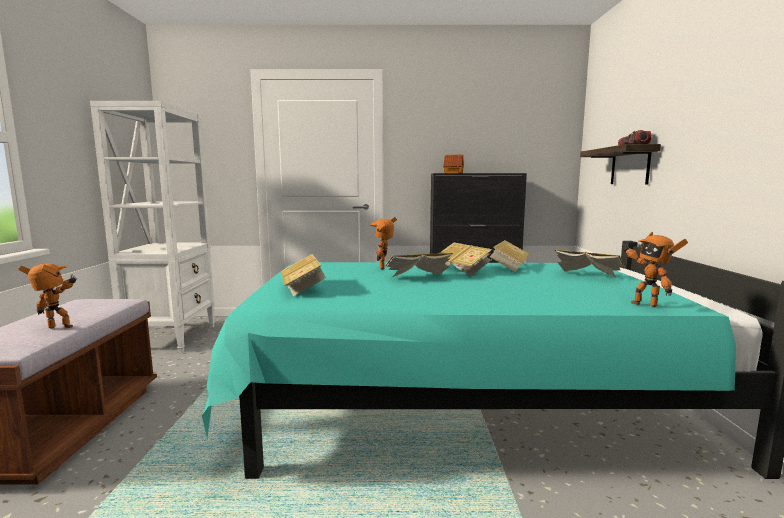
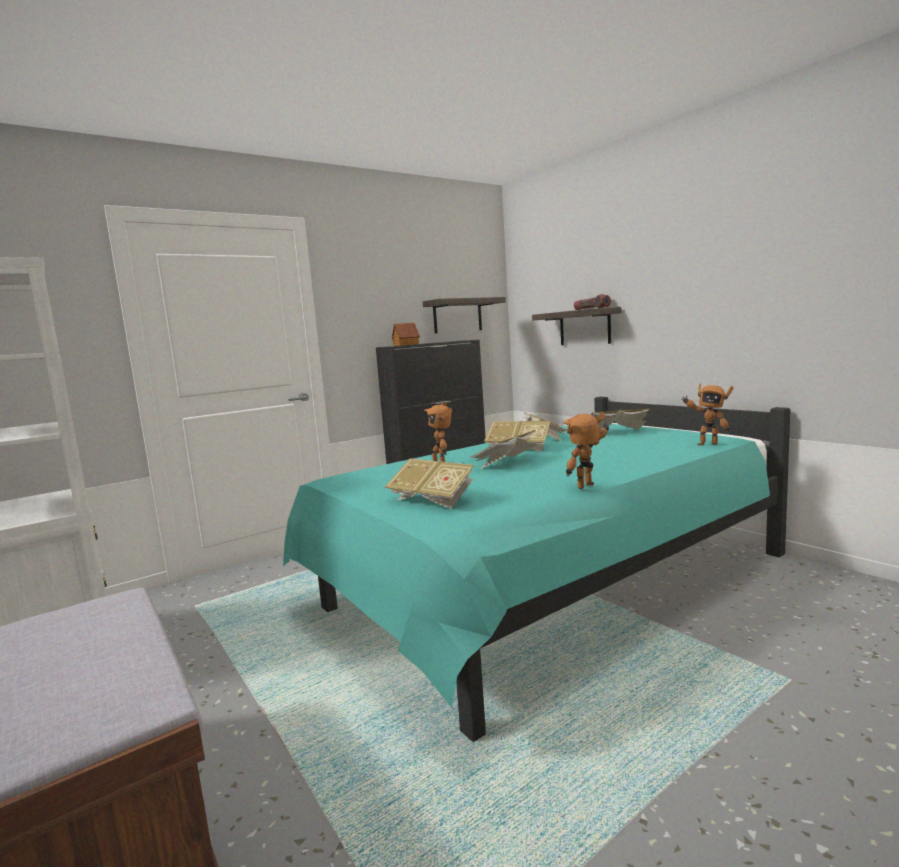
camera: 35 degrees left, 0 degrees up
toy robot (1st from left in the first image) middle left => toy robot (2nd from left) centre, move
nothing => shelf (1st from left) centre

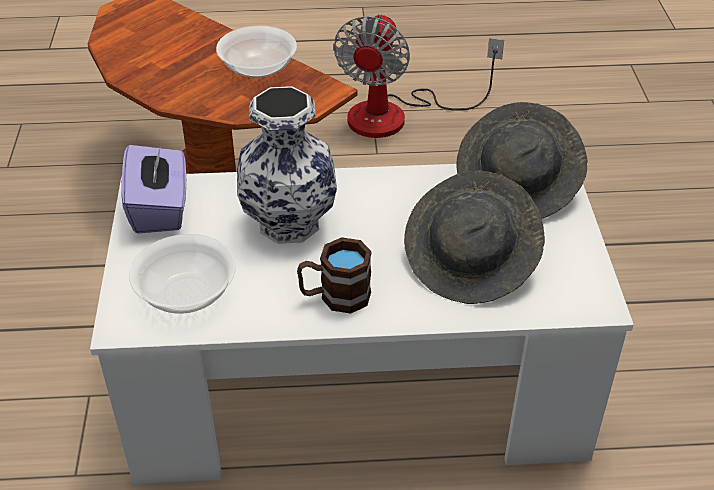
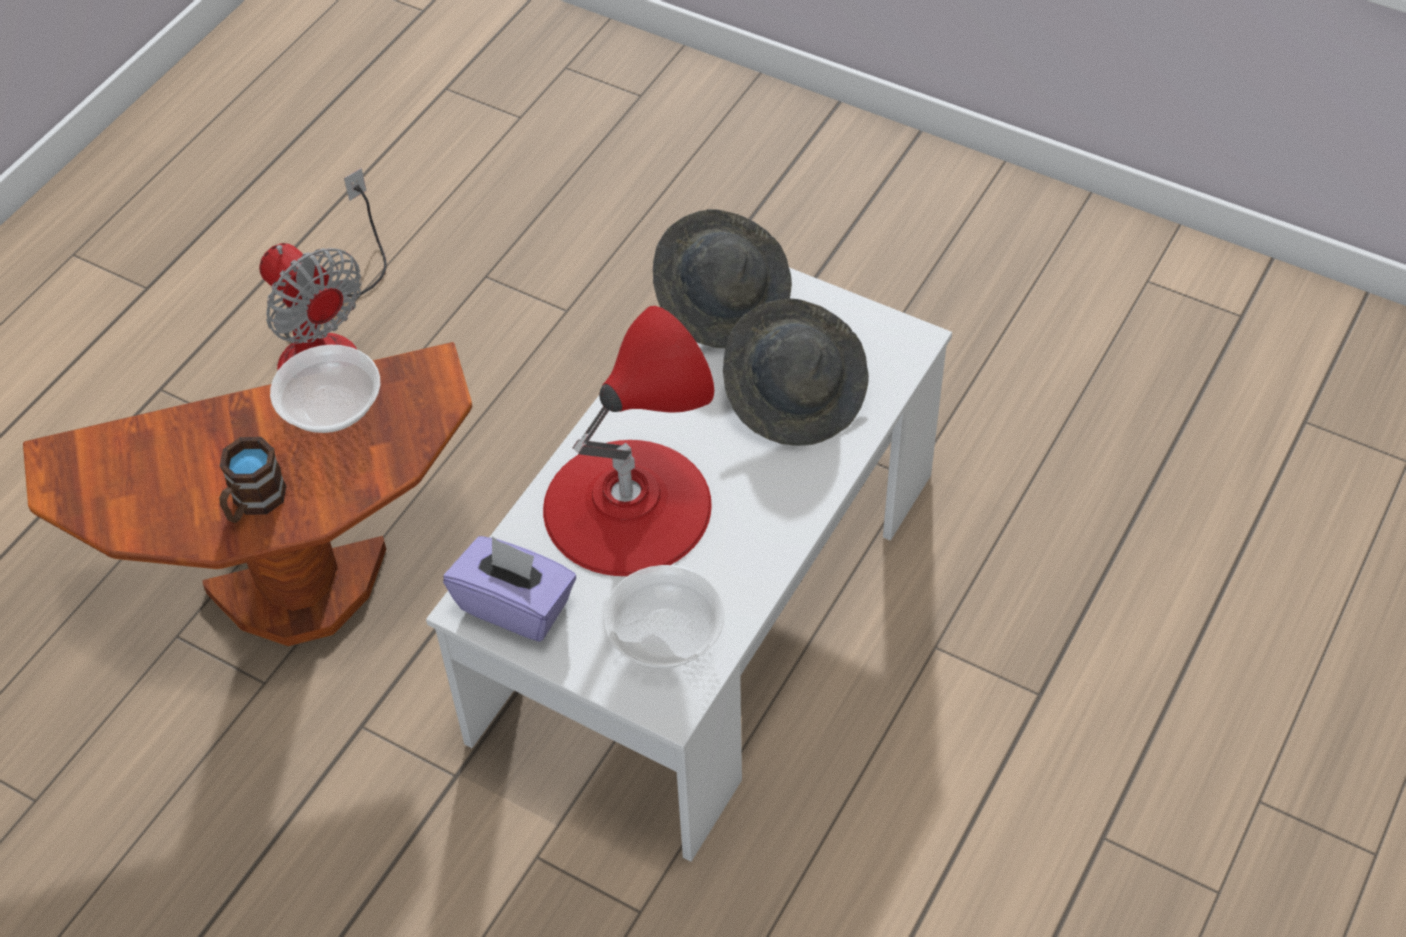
camera: 55 degrees left, 10 degrees up
vase centre => red table lamp centre
brown mug centre => brown mug middle left, move

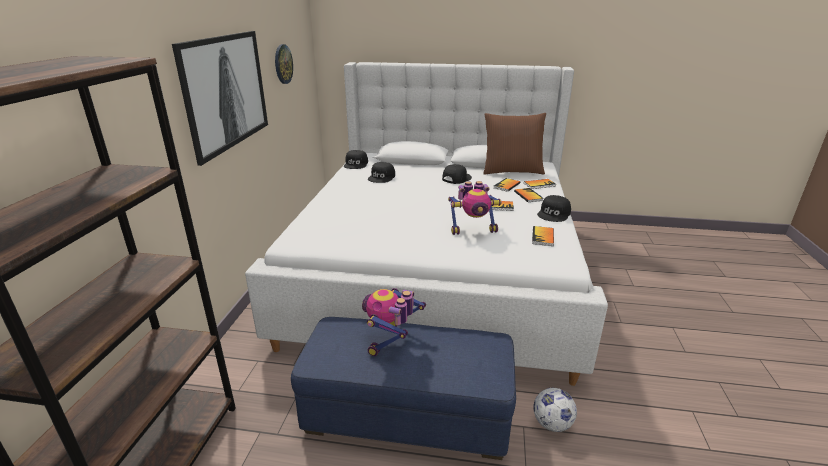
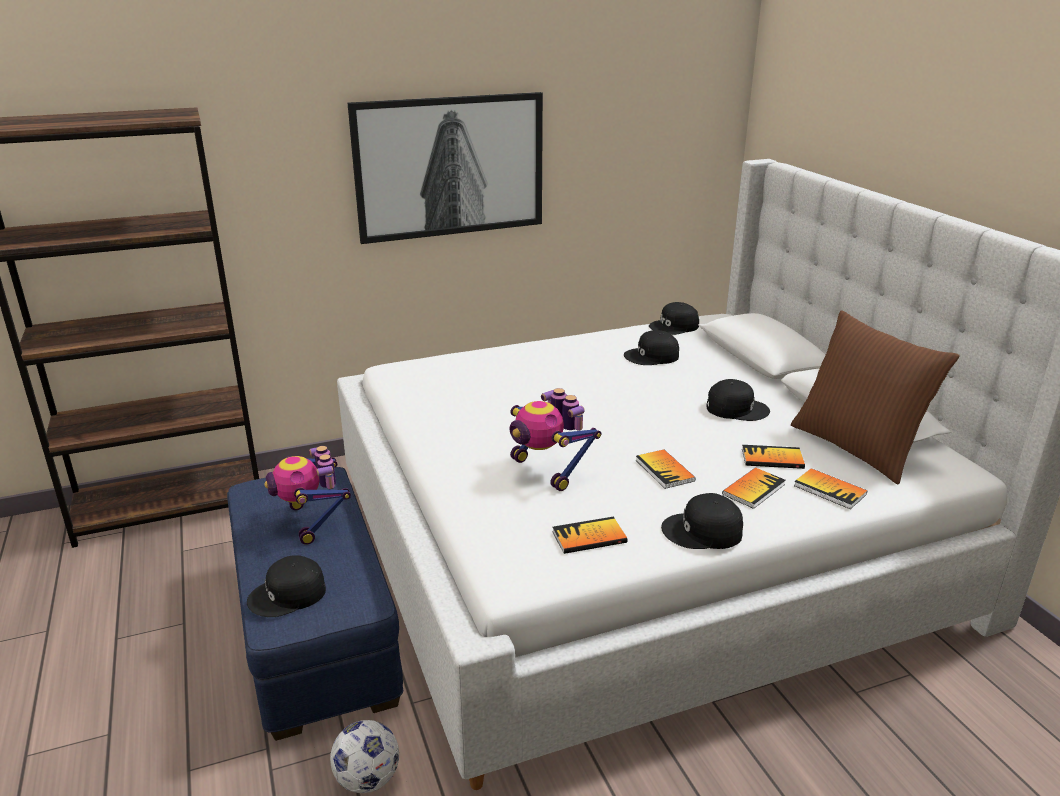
camera: 60 degrees right, 0 degrees up
wall clock top centre => nothing
toy robot (1st from left) bottom centre => toy robot (1st from left) middle left, 105 degrees counterclockwise
nothing => black cap (1st from left) bottom left

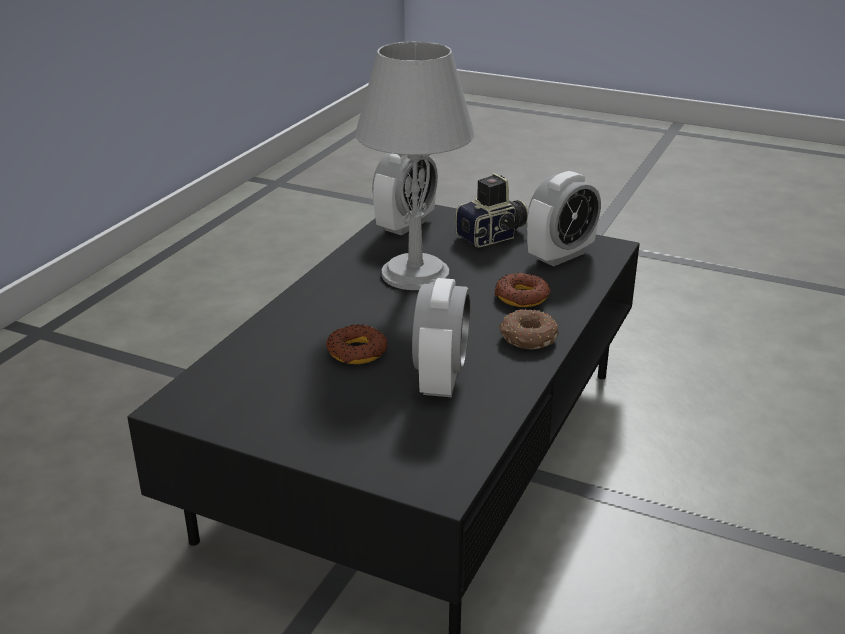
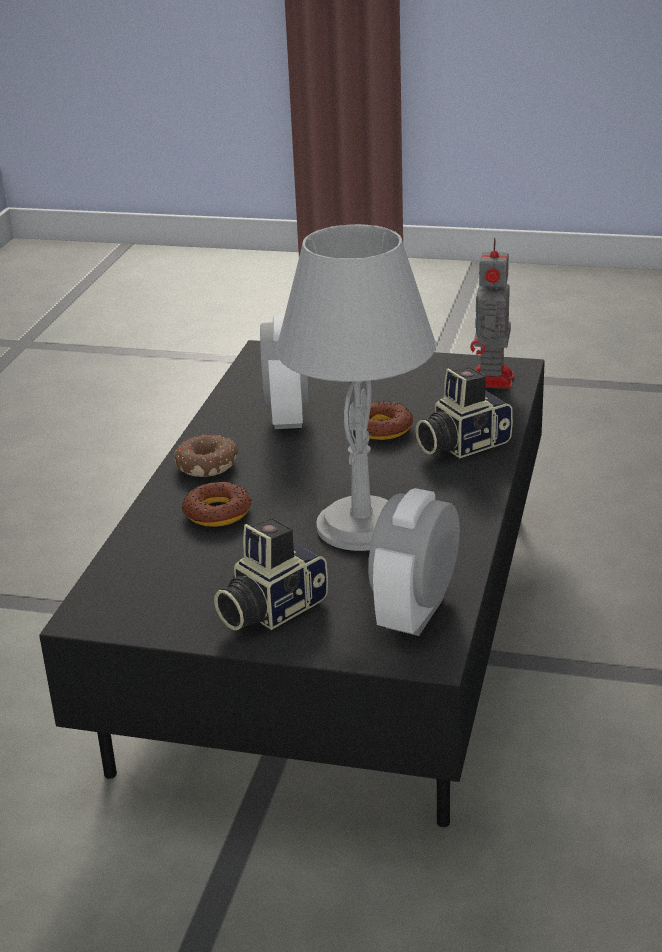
camera: 170 degrees right, 0 degrees up
alarm clock (3rd from left) middle right => nothing
nothing => toy robot top right
nothing => photo camera (2nd from left) middle right

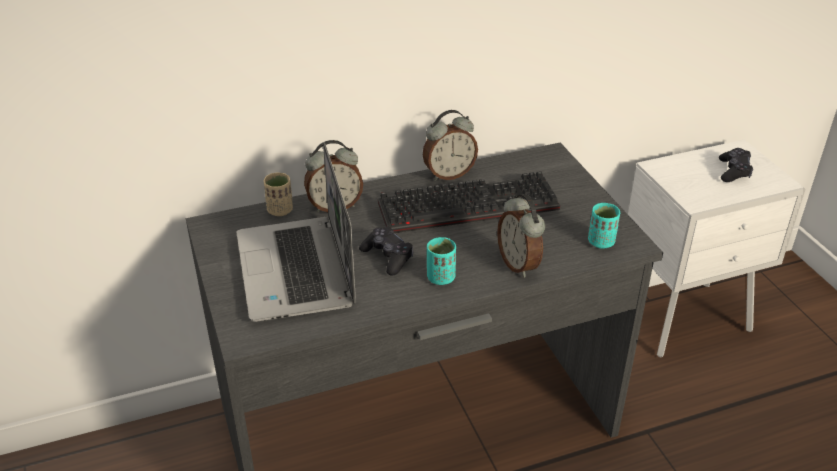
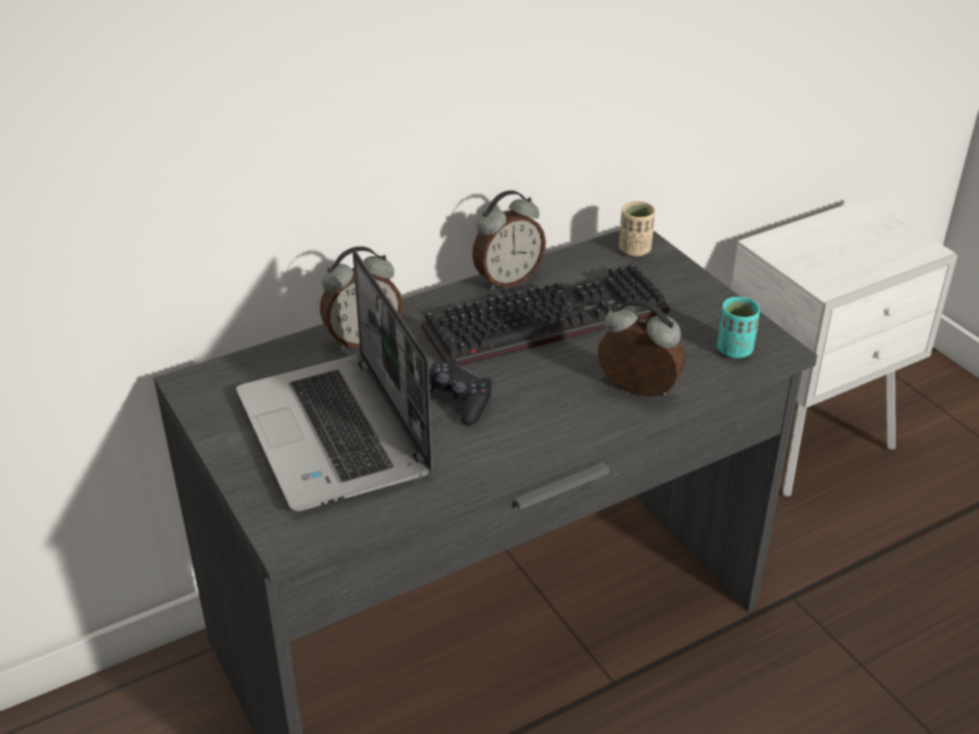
camera: 10 degrees left, 0 degrees up
black game controller (2nd from left) middle right => nothing
beige cup middle left => beige cup top centre, move
alarm clock (3rd from left) centre, 150 degrees clockwise
turquoise cup (1st from left) centre => nothing

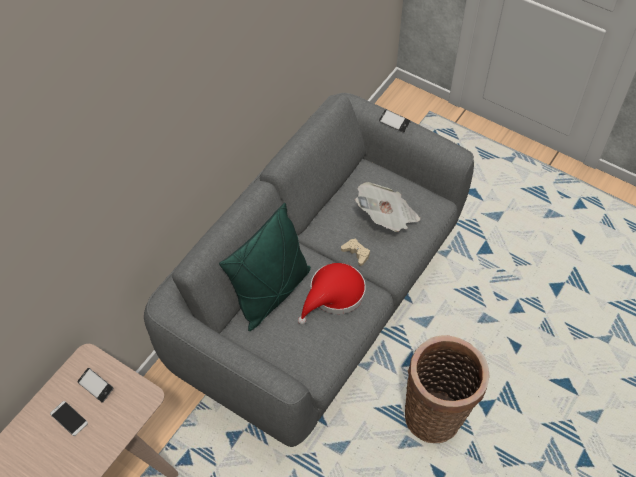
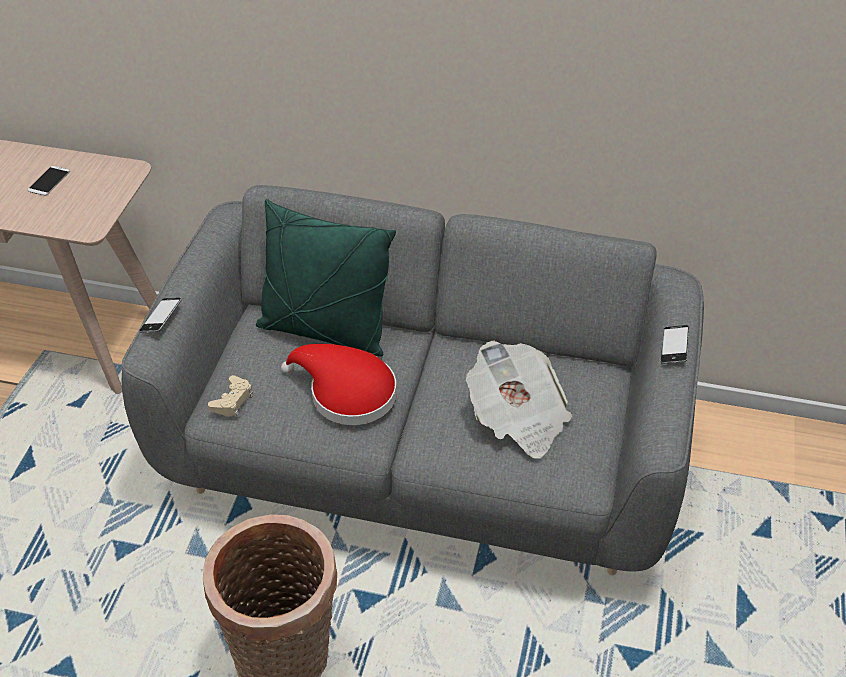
camera: 70 degrees right, 10 degrees down
beige game controller centre => beige game controller middle left, move
phone (2nd from left) bottom left => phone (2nd from left) middle left, move

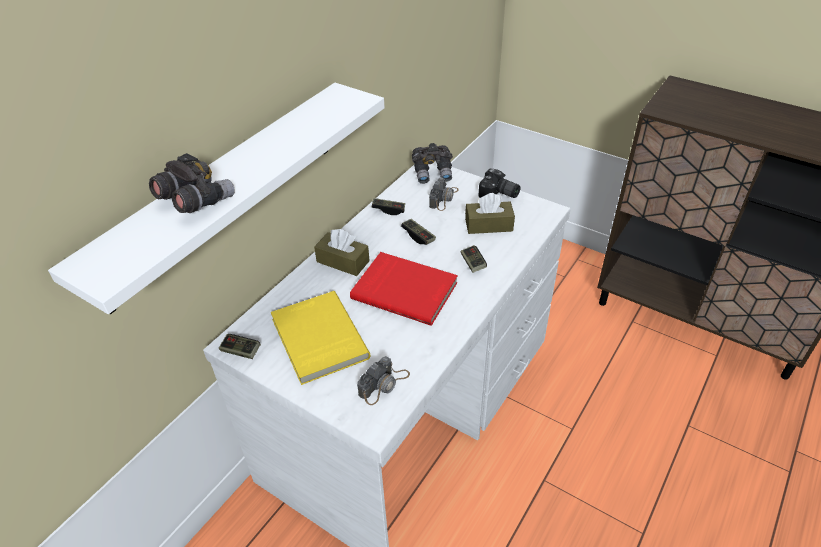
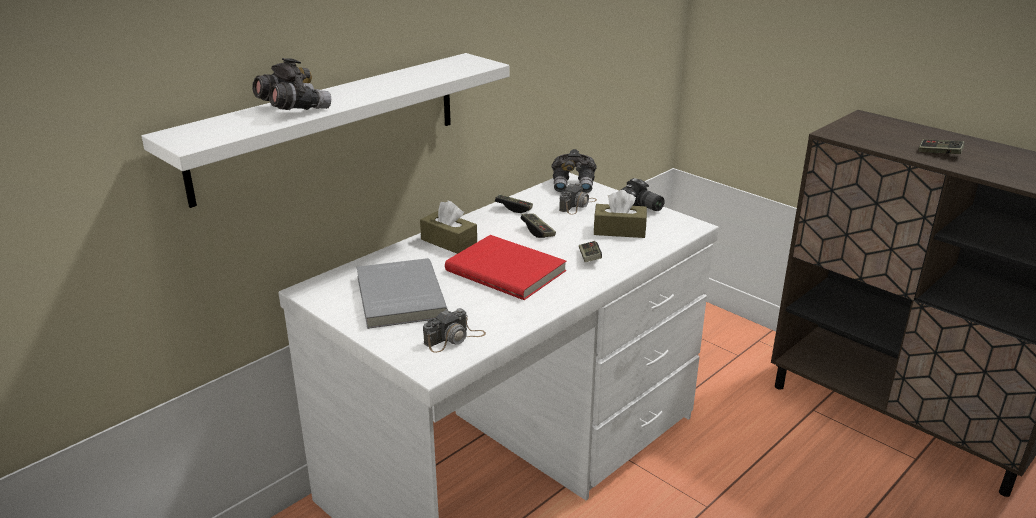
camera: 10 degrees right, 15 degrees down
yellow book centre => grey book centre
game controller (1st from left in the first image) middle left => game controller (4th from left) top right, move

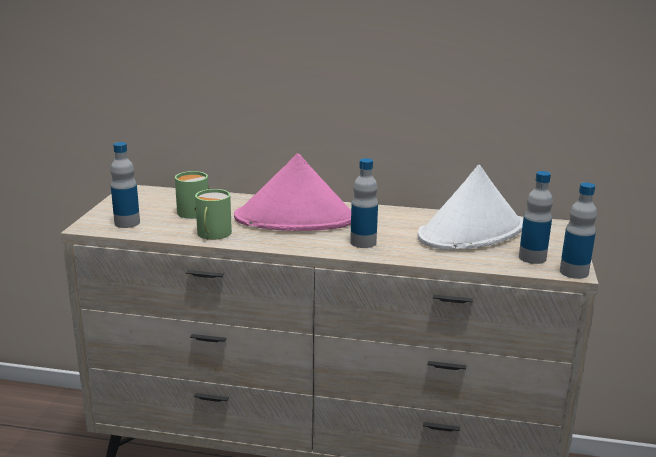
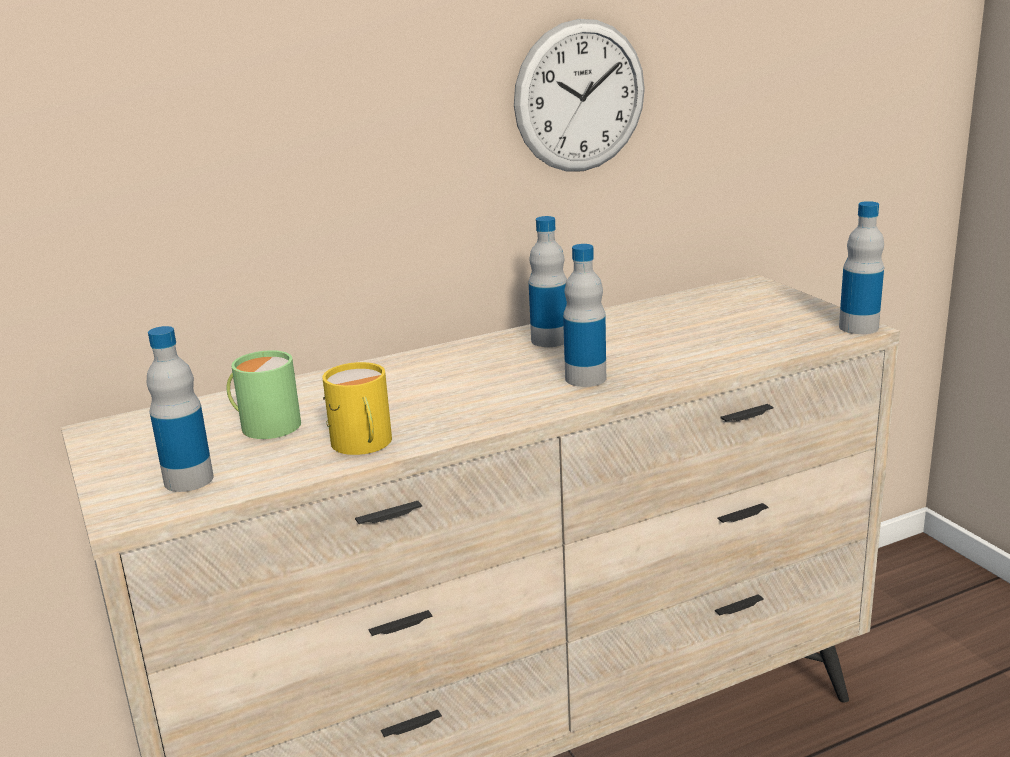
camera: 35 degrees left, 0 degrees up
pink hat centre => nothing
white hat middle right => nothing
bottle (3rd from left in the first image) middle right => bottle (2nd from left) centre, move
green mug (2nd from left) middle left => yellow mug centre
nothing => wall clock top centre

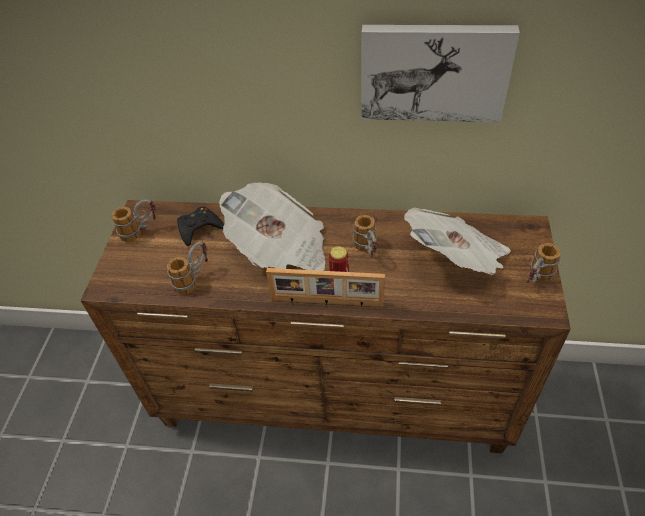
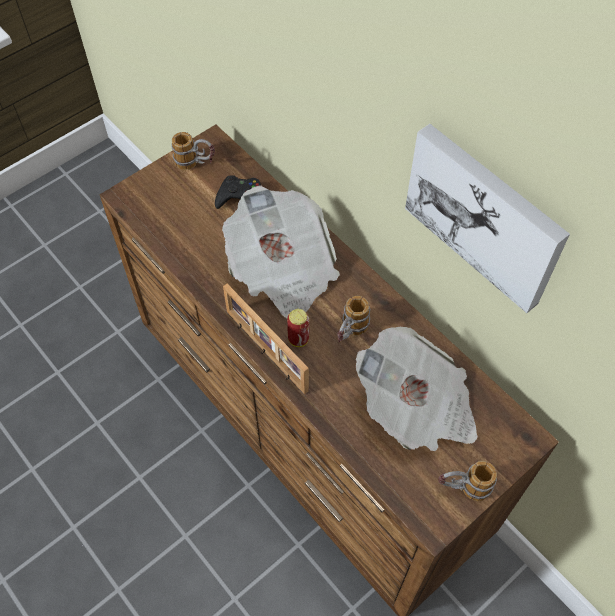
camera: 40 degrees right, 10 degrees up
mug (2nd from left) middle left => nothing

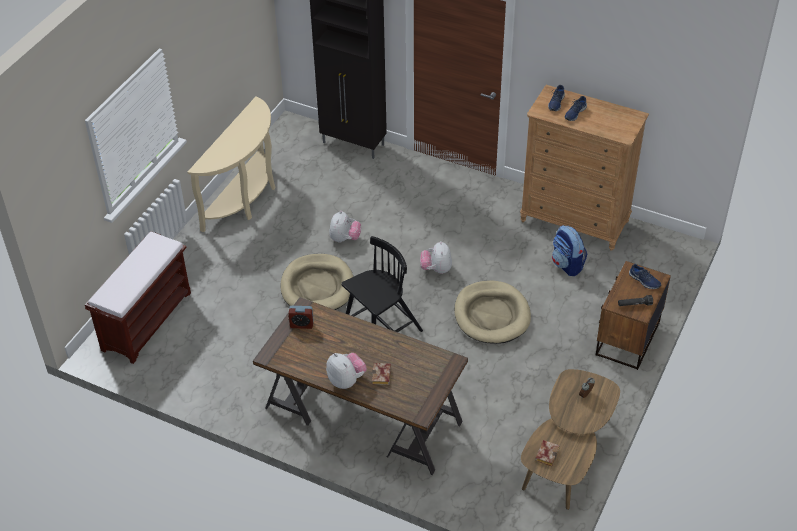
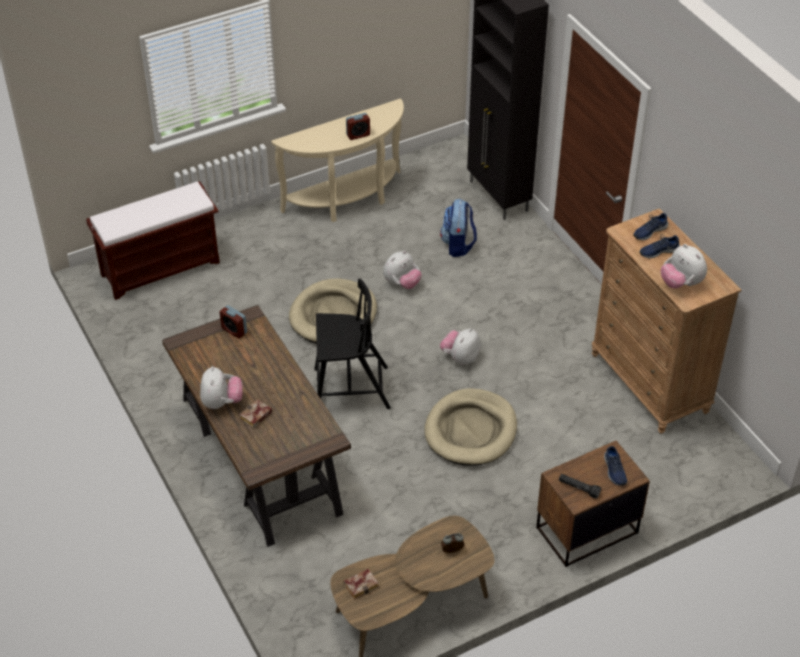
camera: 35 degrees right, 0 degrees up
backpack middle right => backpack centre, move
nothing => alarm clock (2nd from left) top centre
nothing => plush toy (4th from left) middle right

